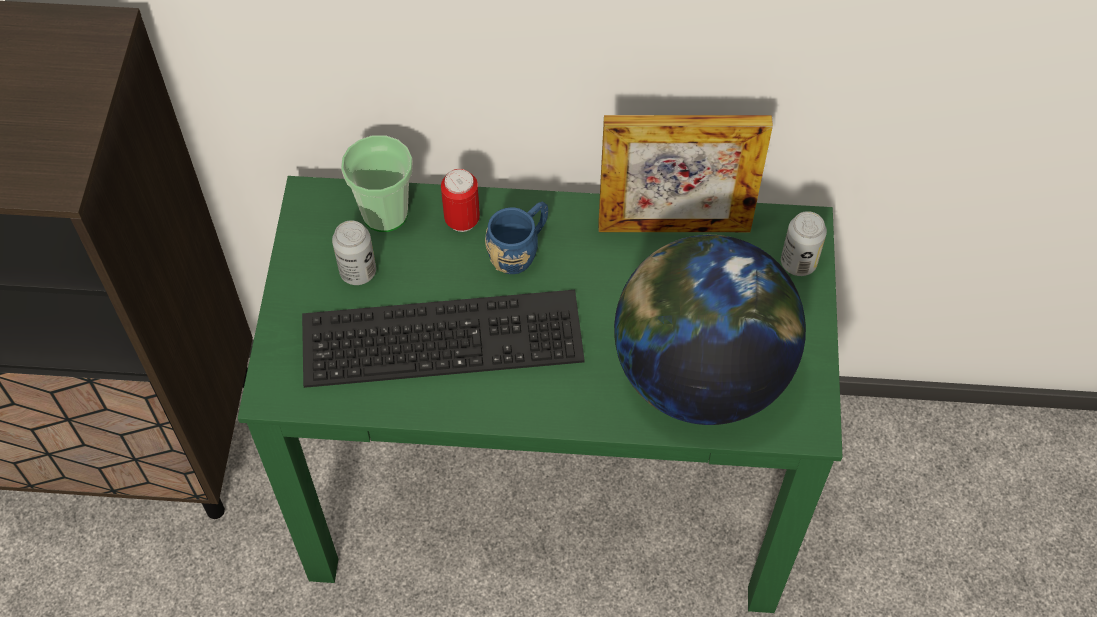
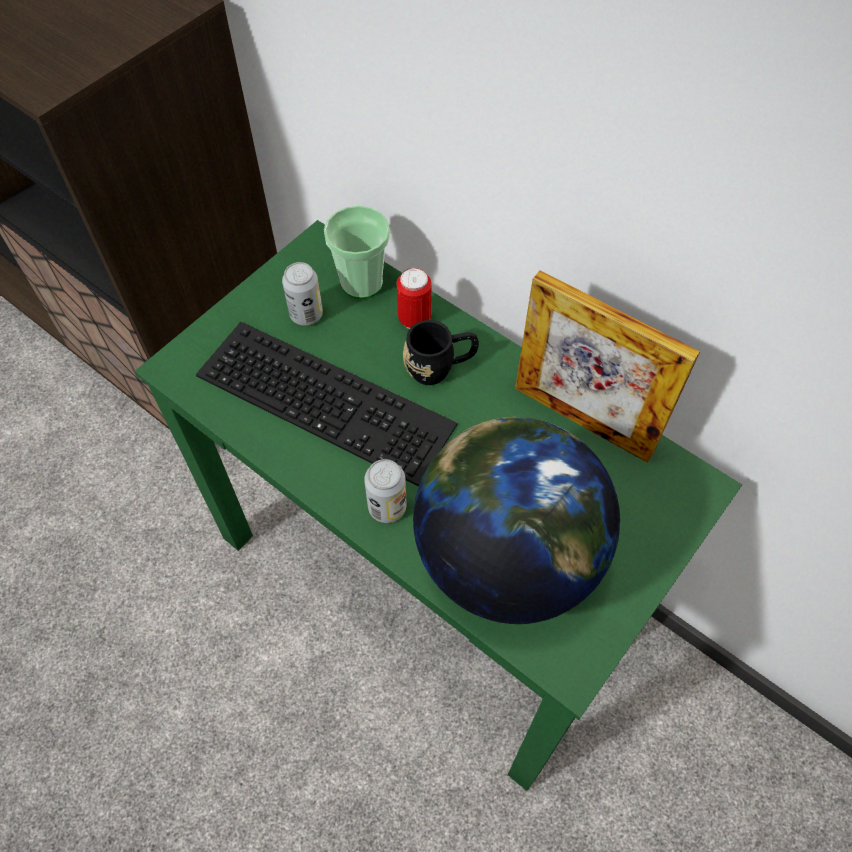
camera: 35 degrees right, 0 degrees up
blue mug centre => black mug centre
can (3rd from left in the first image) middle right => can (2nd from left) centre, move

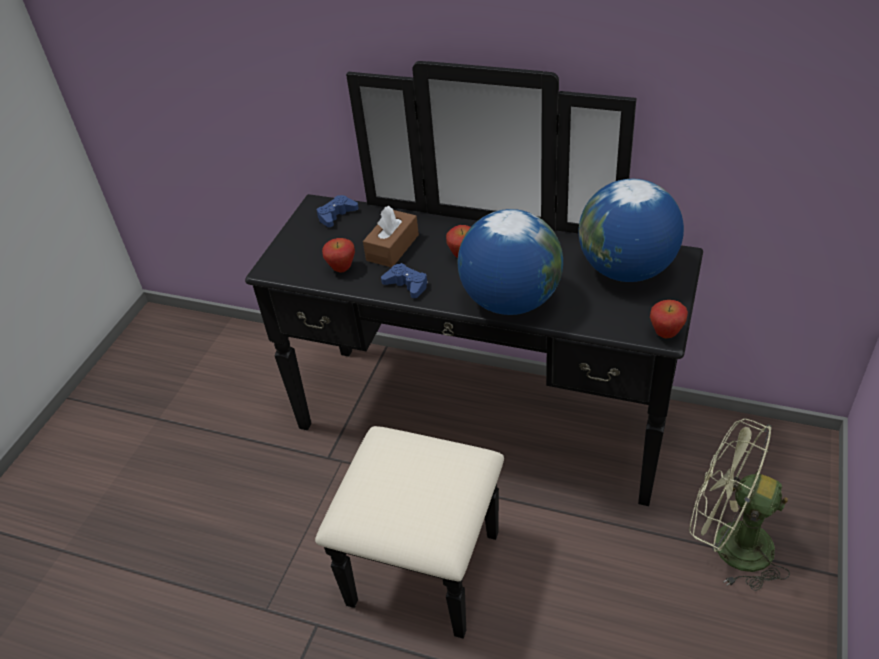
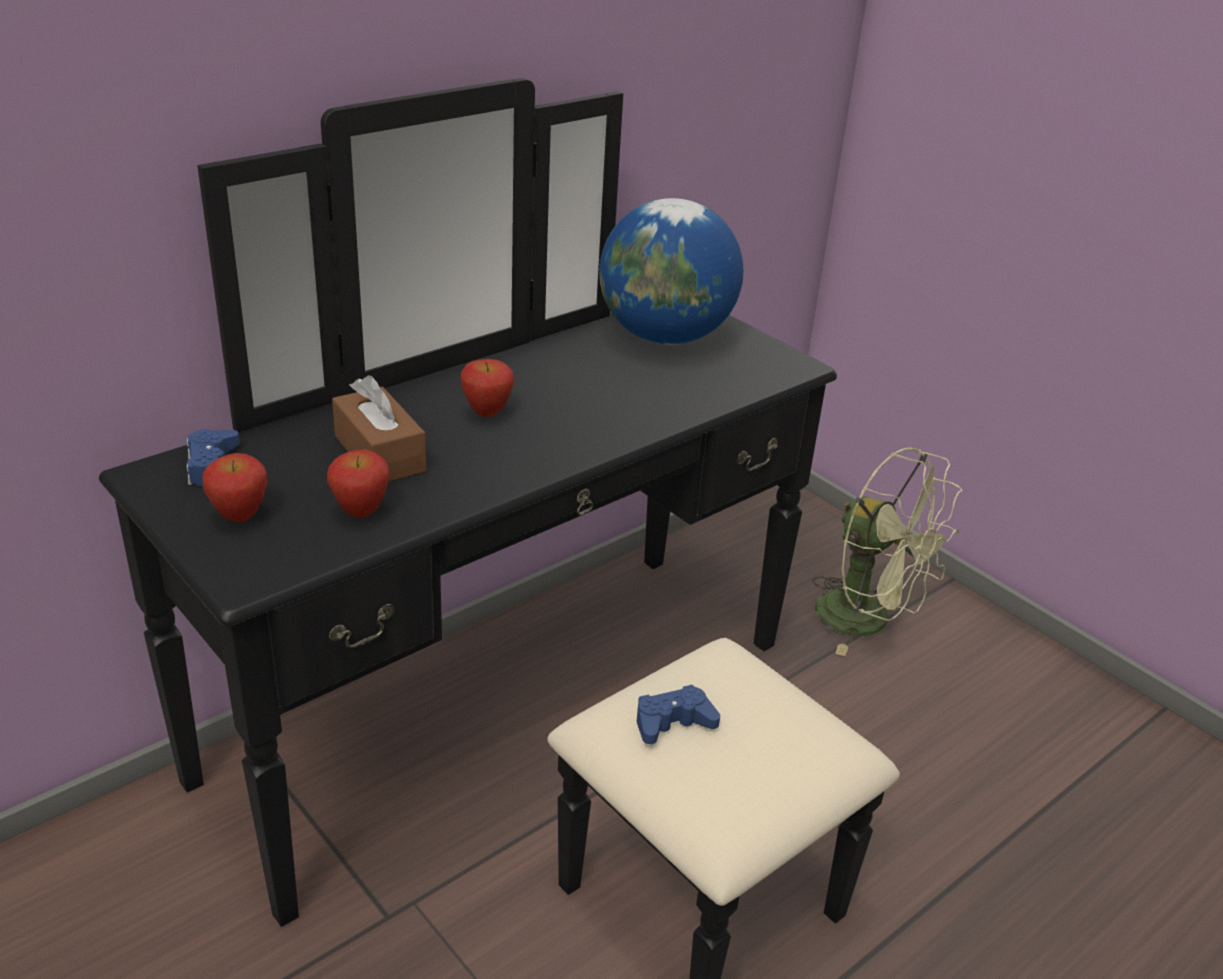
camera: 65 degrees left, 10 degrees down
globe (1st from left) centre => nothing
blue game controller (2nd from left) centre => blue game controller (2nd from left) bottom centre, move
apple (3rd from left in the first image) middle right => apple (1st from left) middle left, move
green fan bottom right => green fan middle right, 105 degrees counterclockwise

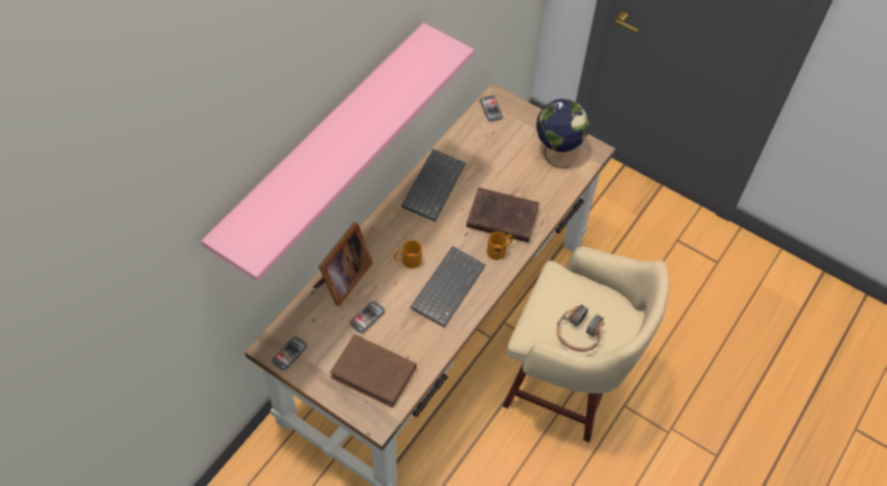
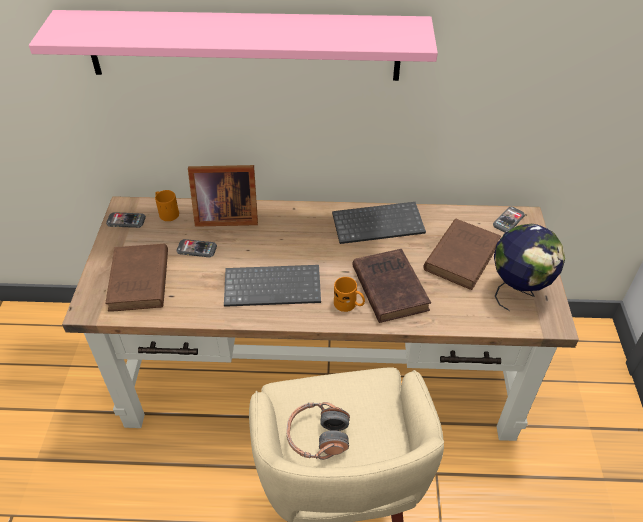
camera: 60 degrees right, 10 degrees down
orange mug (1st from left) centre => orange mug (1st from left) middle left, move
nothing => brown book (3rd from left) middle right

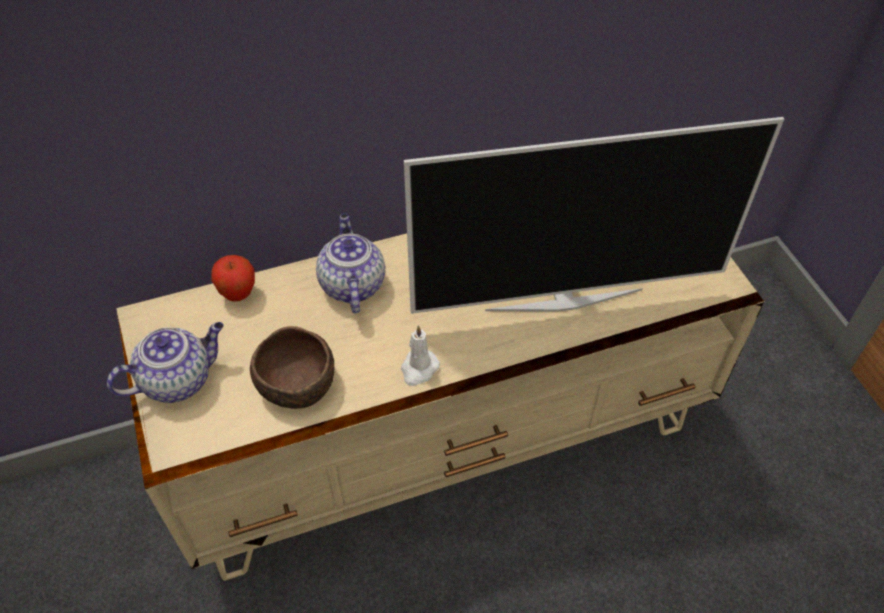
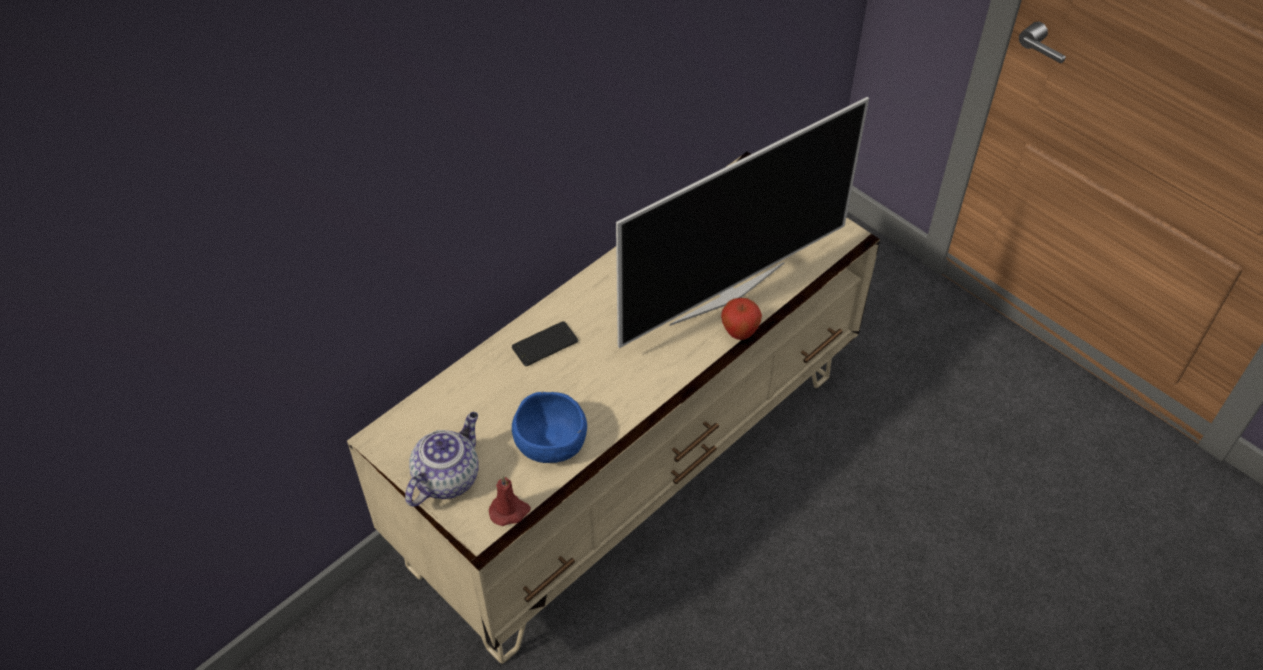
camera: 25 degrees left, 0 degrees up
teapot (2nd from left) centre => phone centre
apple middle left => apple centre, move
white candle centre => nothing
brown bowl middle left => blue bowl centre
nothing => red candle bottom centre

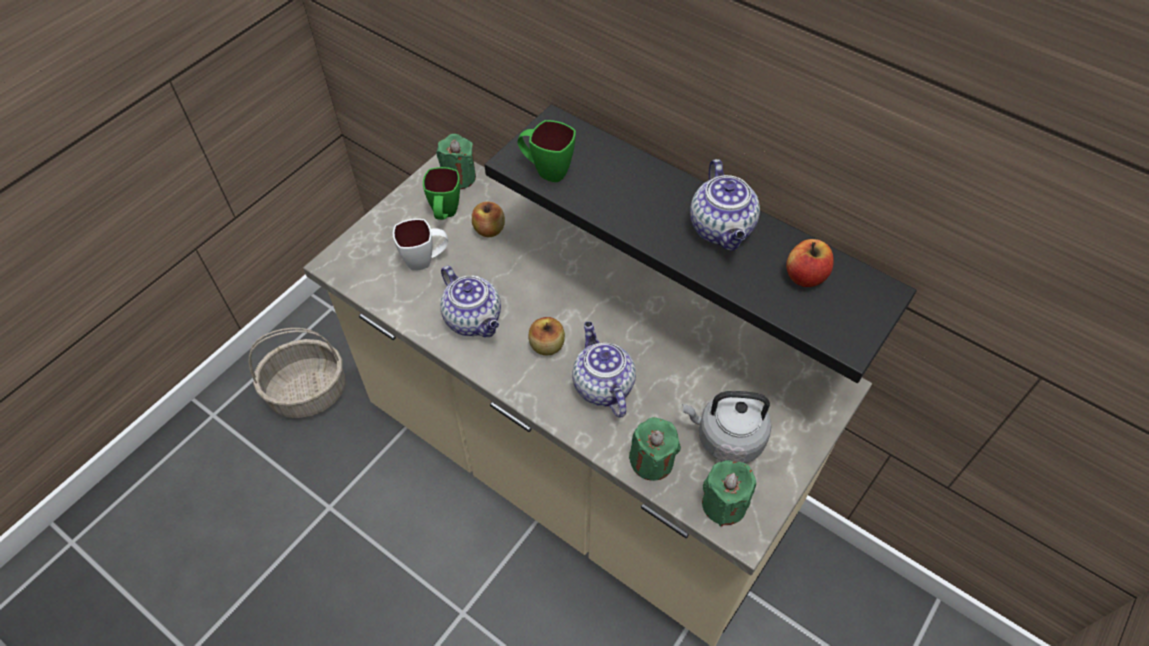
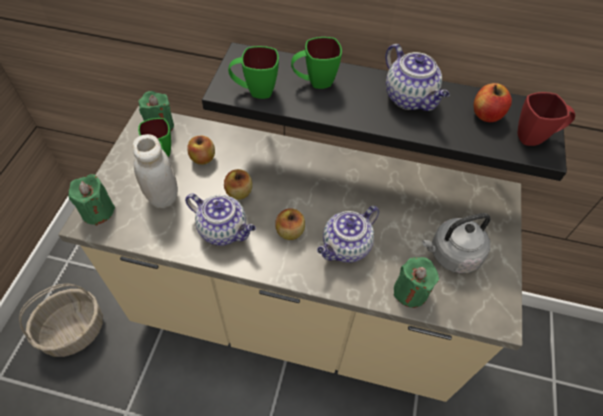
camera: 25 degrees left, 0 degrees up
white mug centre => white jar middle left
teapot (2nd from left) centre, 90 degrees counterclockwise
green candle (3rd from left in the first image) bottom centre => green candle (1st from left) middle left, move
nothing => green mug (3rd from left) top centre
nothing => red mug top right
nothing => apple (2nd from left) centre

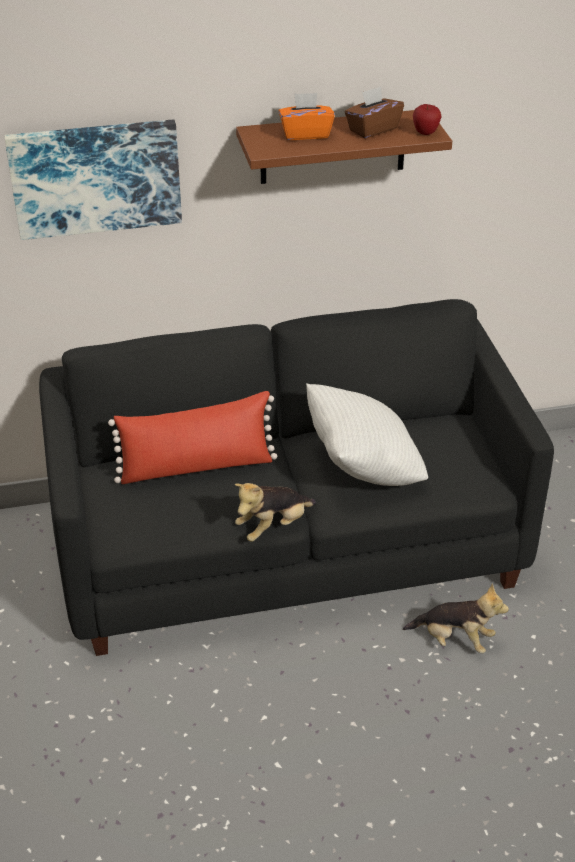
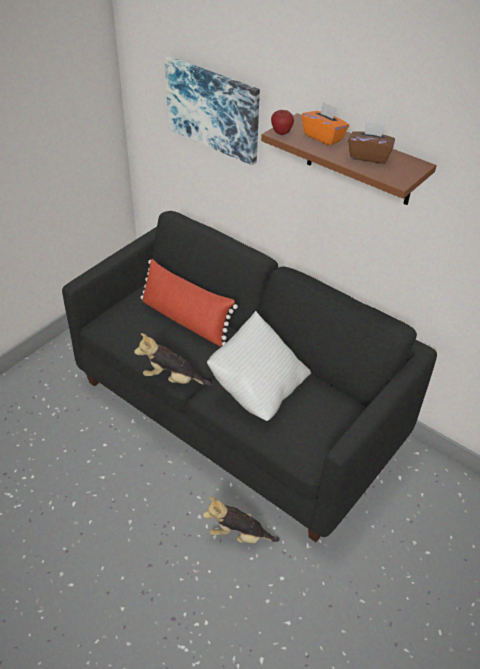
camera: 50 degrees right, 5 degrees up
apple top right => apple top centre, move
plush toy (2nd from left) bottom right => plush toy (2nd from left) bottom centre, 120 degrees clockwise

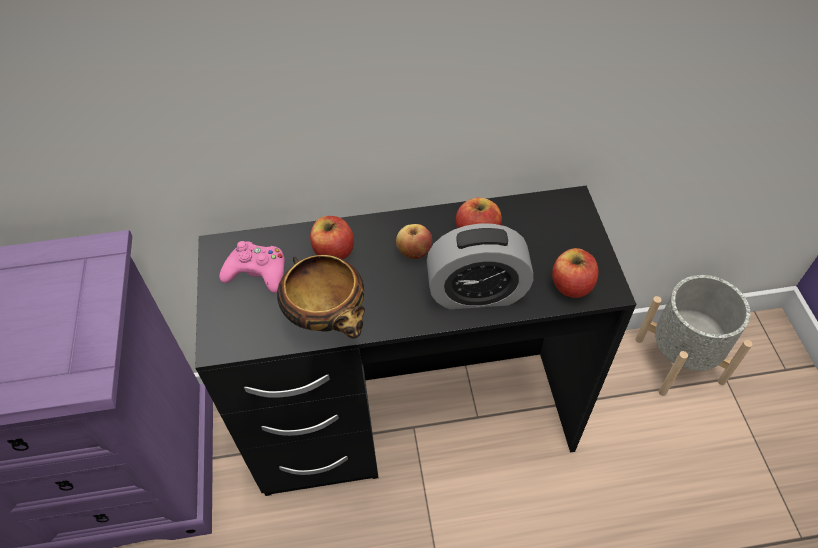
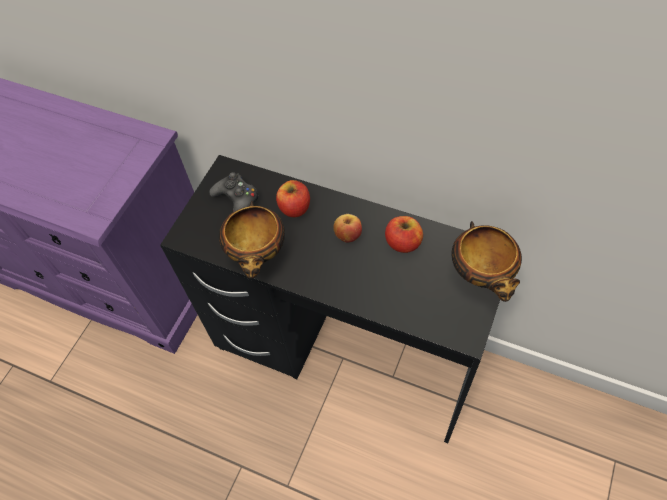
camera: 35 degrees right, 5 degrees up
alarm clock centre => nothing
pink game controller middle left => black game controller centre
apple (4th from left) middle right => nothing
grey planter middle right => nothing
nothing => bowl (2nd from left) middle right

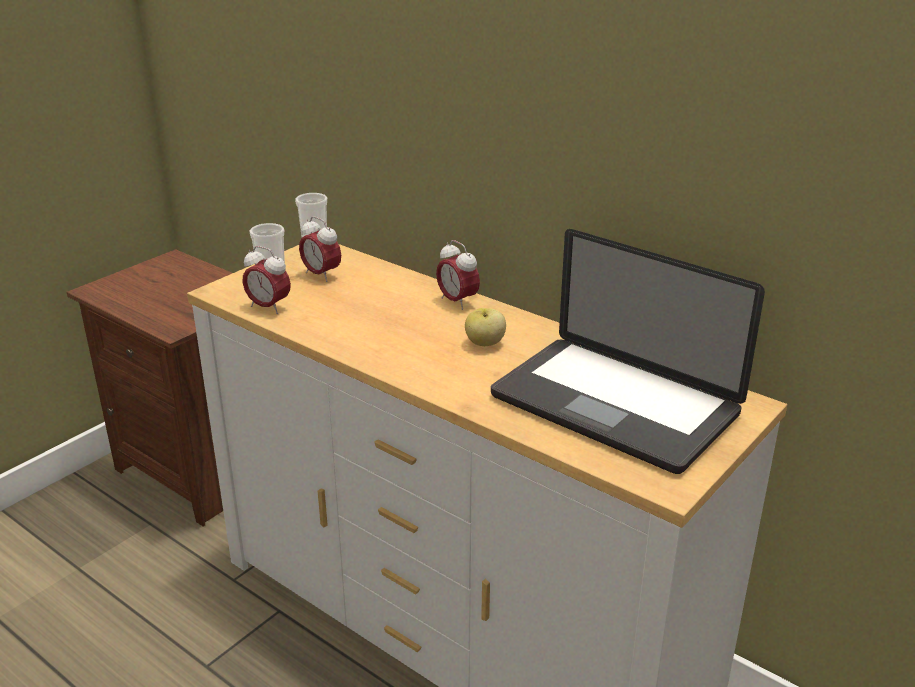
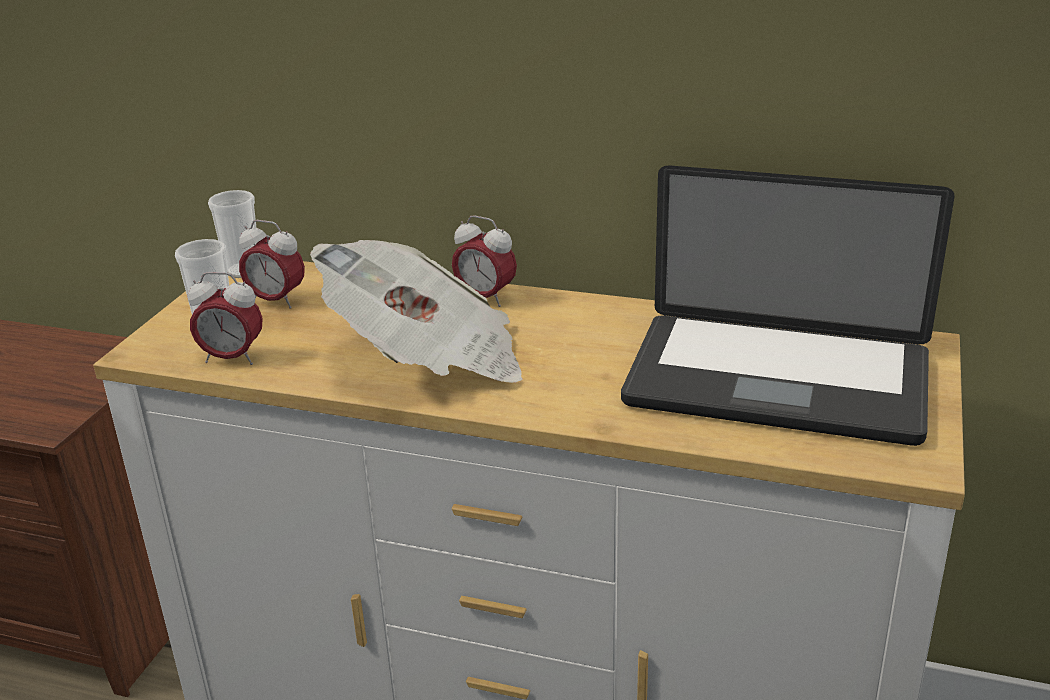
camera: 20 degrees left, 0 degrees up
apple centre => nothing
nothing => newspaper centre

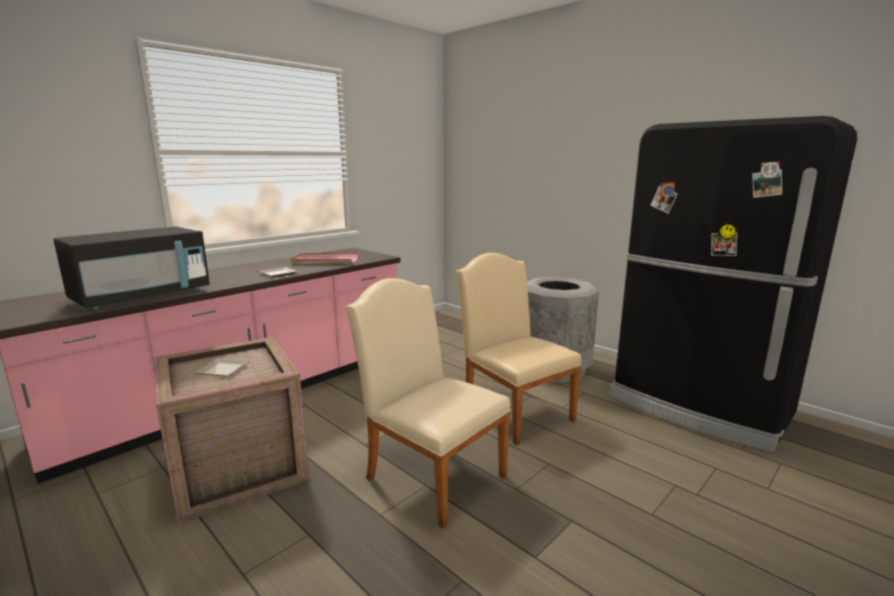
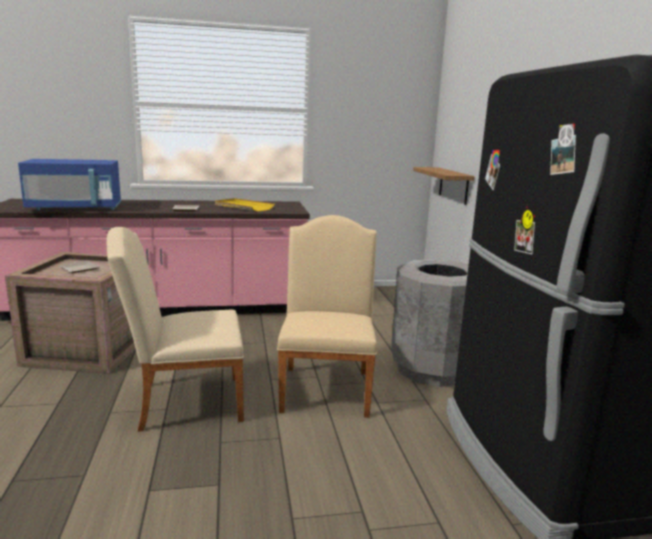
camera: 35 degrees right, 0 degrees up
black microwave middle left => blue microwave middle left
pink tray centre => yellow tray centre
beige chair (1st from left) bottom centre => beige chair (1st from left) middle left, 90 degrees counterclockwise
nothing => shelf middle right

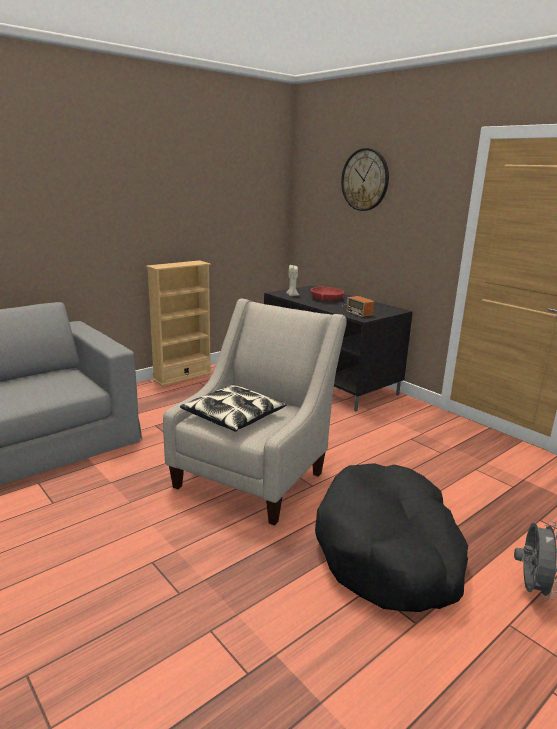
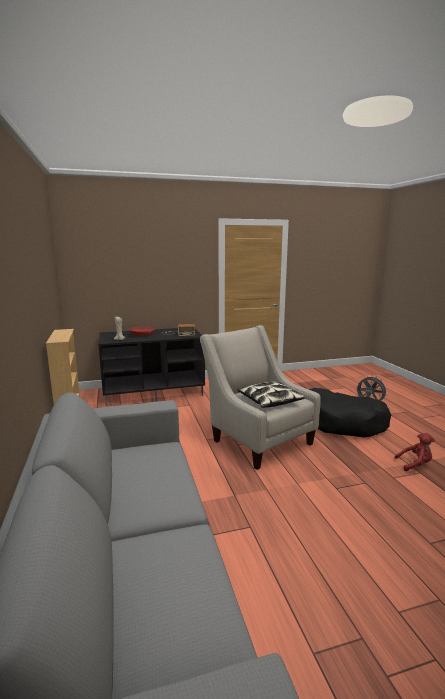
camera: 65 degrees left, 5 degrees down
wall clock top centre => nothing
nothing => red plush toy middle right

